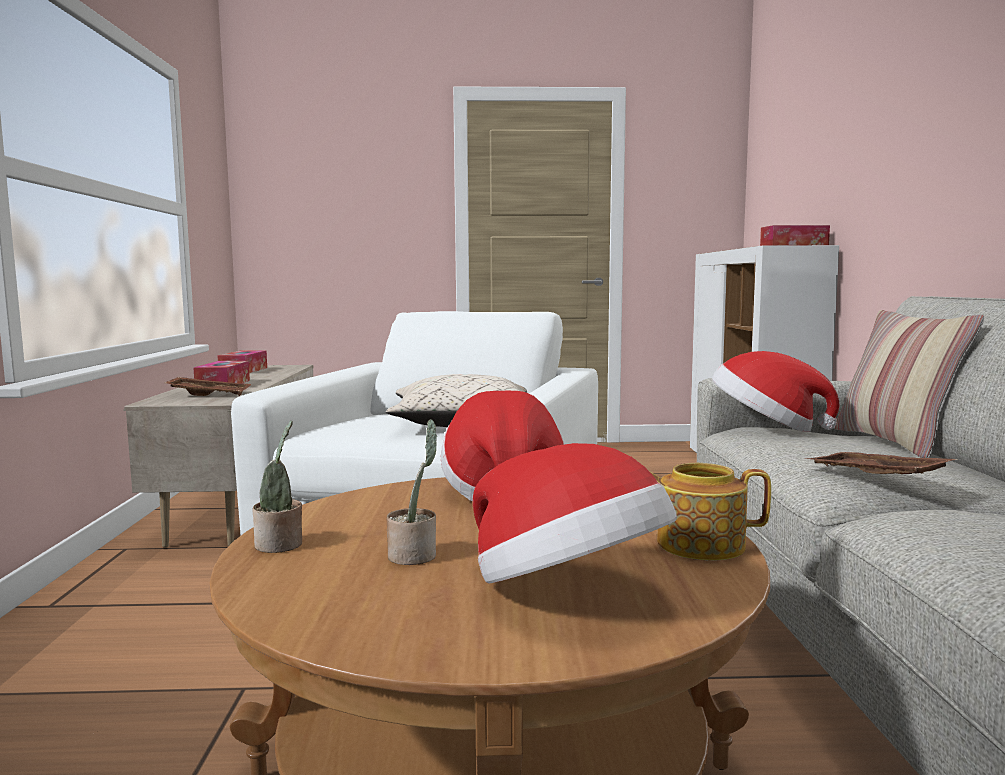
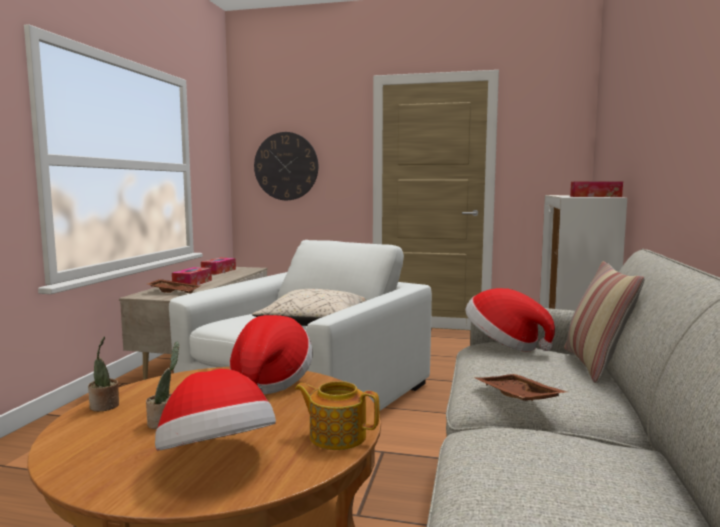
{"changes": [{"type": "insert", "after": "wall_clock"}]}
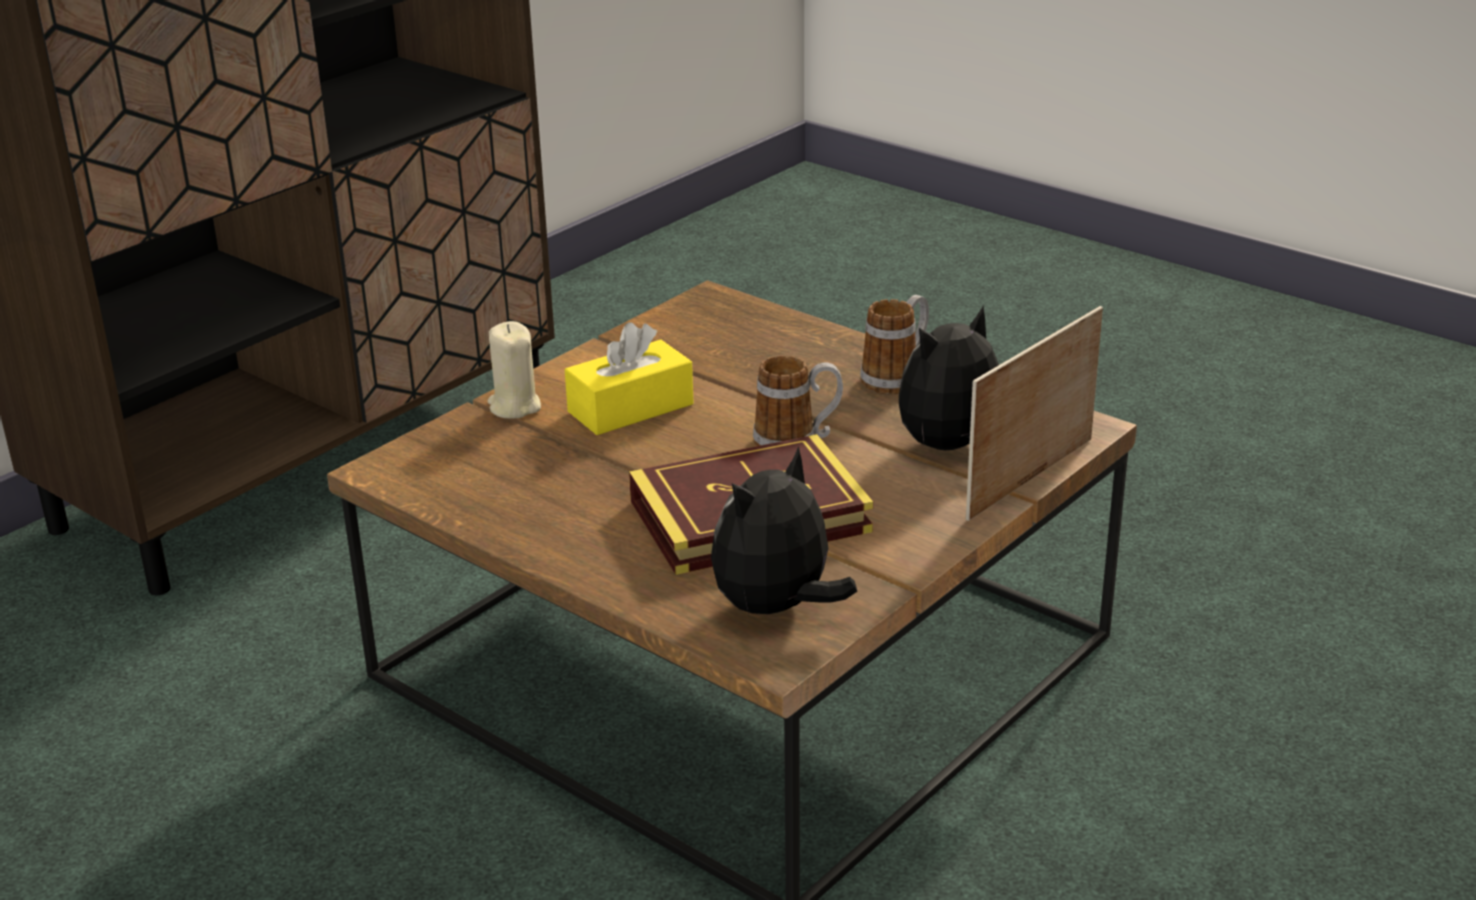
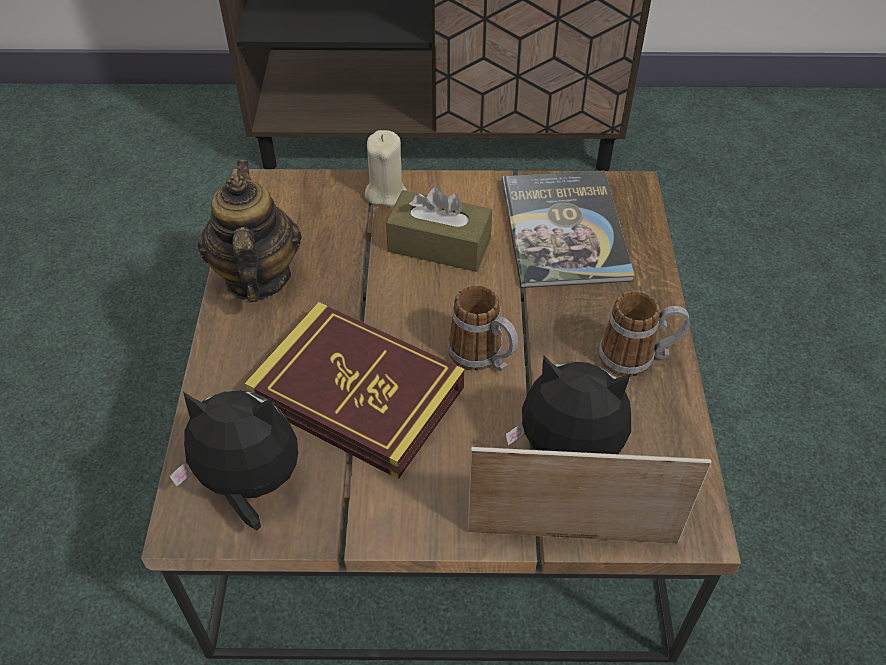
{"changes": [{"type": "recolor", "before": "yellow_tissue_box", "after": "brown_tissue_box"}, {"type": "insert", "after": "teapot"}, {"type": "insert", "after": "book (2nd from left)"}]}
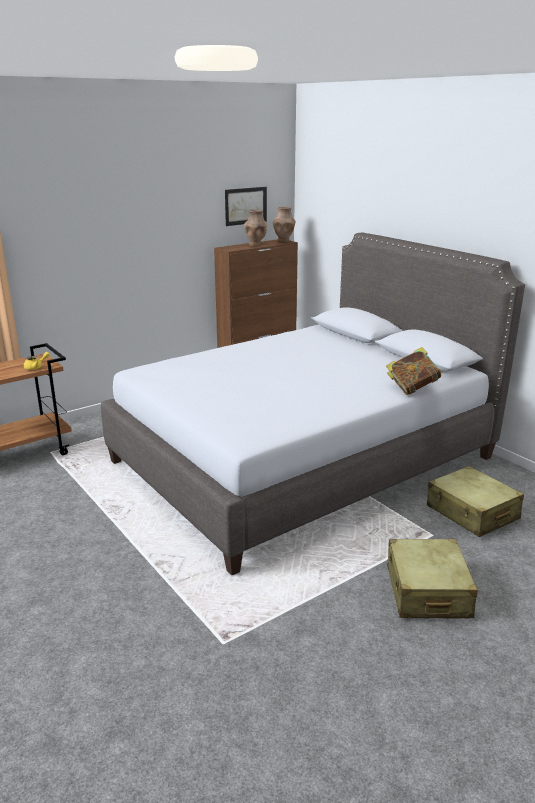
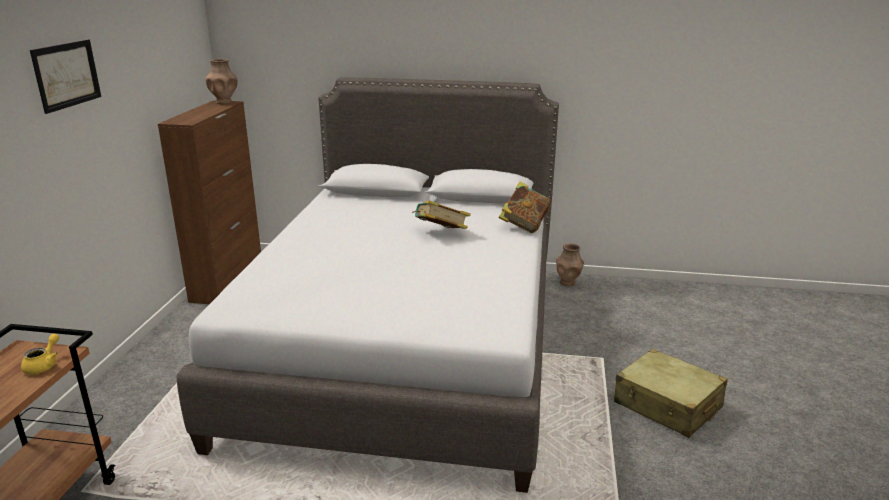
{"changes": [{"type": "move", "before": "picture"}, {"type": "move", "before": "brown_vase (1st from left in the first image)", "after": "brown_vase (2nd from left)"}, {"type": "delete", "before": "beige_suitcase (2nd from left)"}, {"type": "insert", "after": "book (1st from left)"}]}
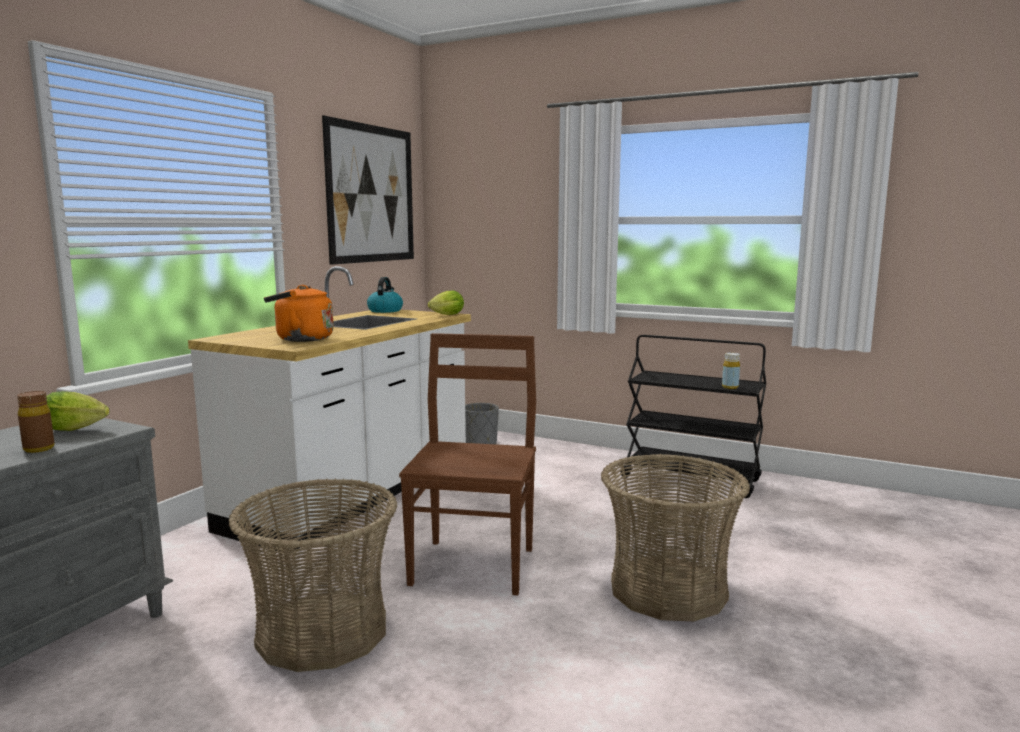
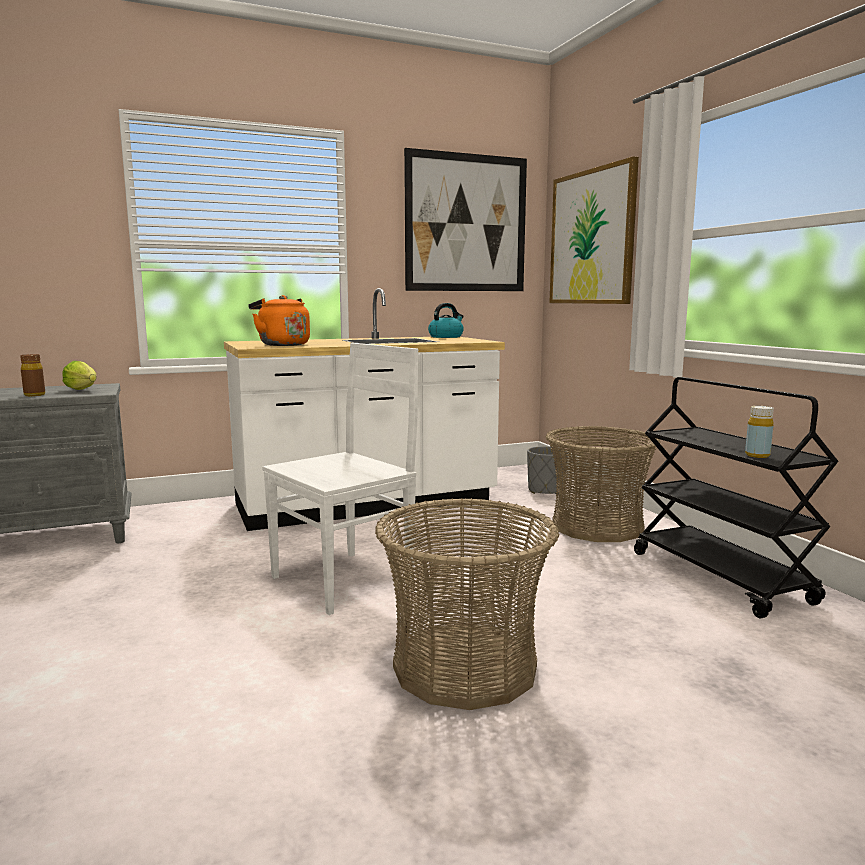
{"changes": [{"type": "delete", "before": "lettuce (2nd from left)"}, {"type": "recolor", "before": "brown_chair", "after": "white_chair"}, {"type": "move", "before": "basket (1st from left in the first image)", "after": "basket (2nd from left)"}, {"type": "insert", "after": "picture (2nd from left)"}]}
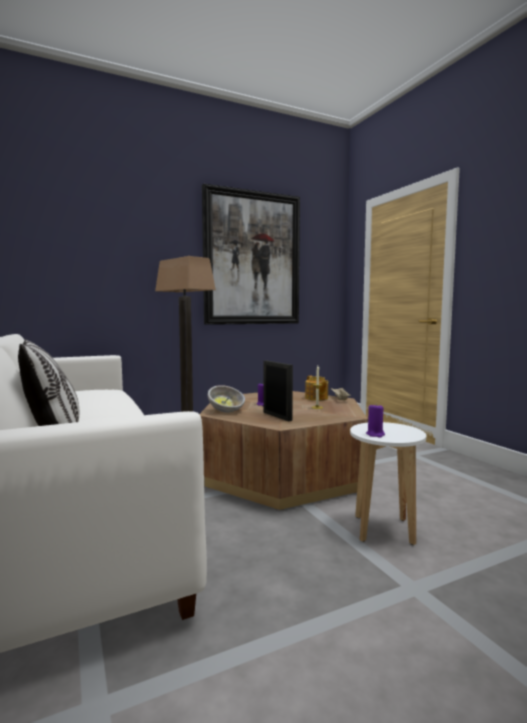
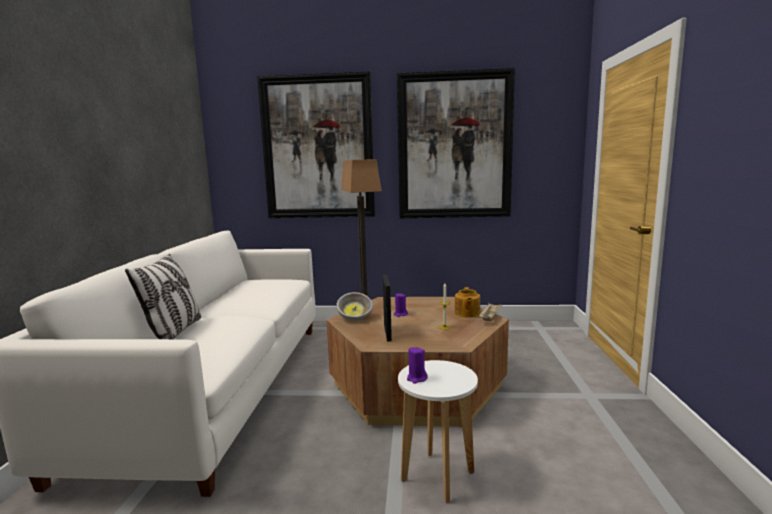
{"changes": [{"type": "insert", "after": "picture (1st from left)"}]}
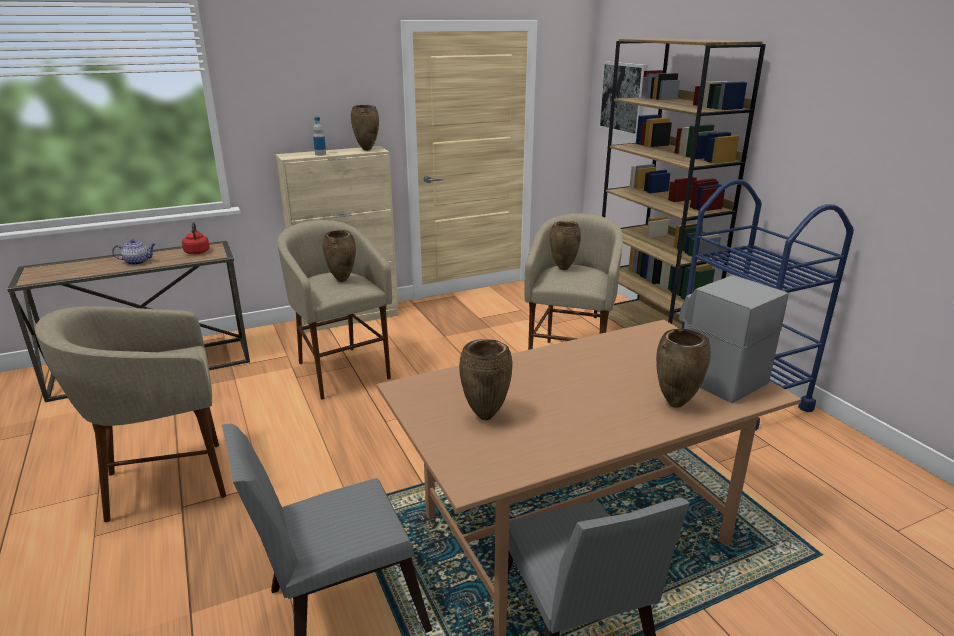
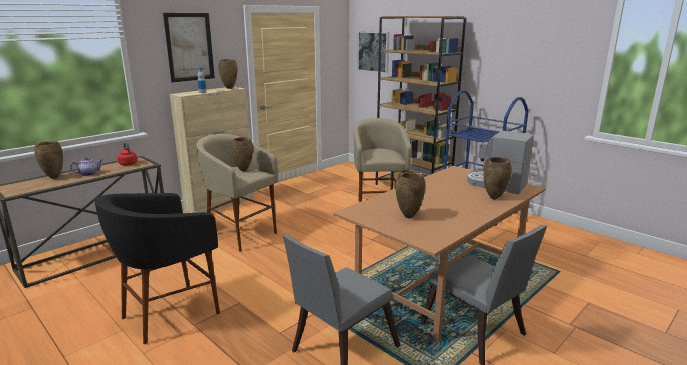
{"changes": [{"type": "move", "before": "brown_vase (4th from left in the first image)", "after": "brown_vase (1st from left)"}, {"type": "recolor", "before": "beige_stool (1st from left)", "after": "black_stool"}, {"type": "insert", "after": "picture (1st from left)"}]}
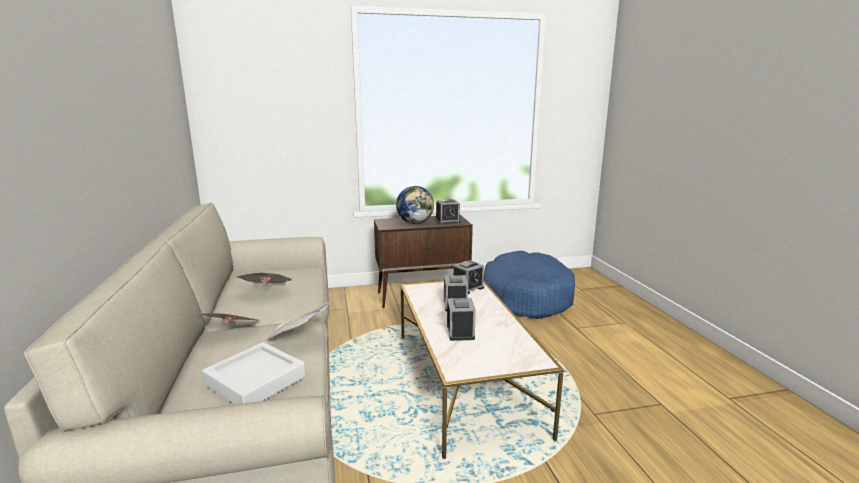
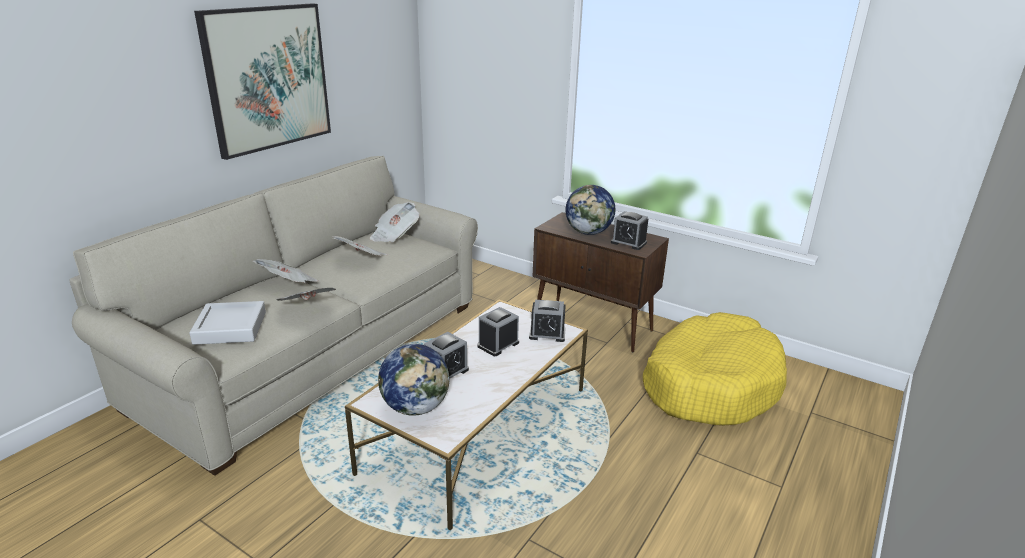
{"changes": [{"type": "recolor", "before": "blue_dog_bed", "after": "yellow_dog_bed"}, {"type": "insert", "after": "picture"}, {"type": "insert", "after": "newspaper (4th from left)"}, {"type": "insert", "after": "globe (1st from left)"}]}
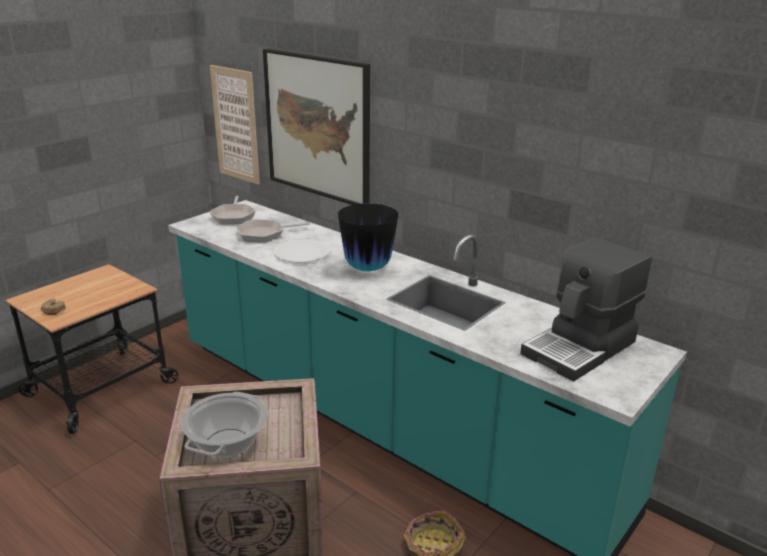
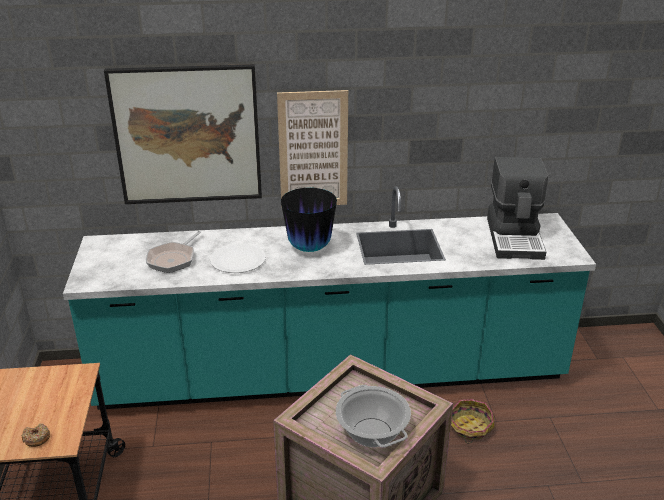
{"changes": [{"type": "move", "before": "picture (1st from left in the first image)", "after": "picture (2nd from left)"}, {"type": "delete", "before": "frying_pan (1st from left)"}]}
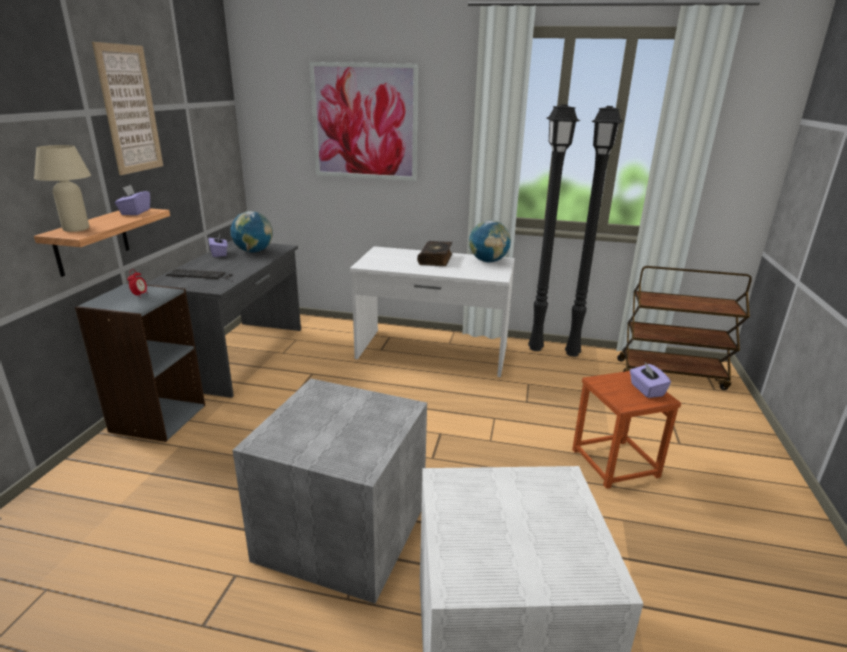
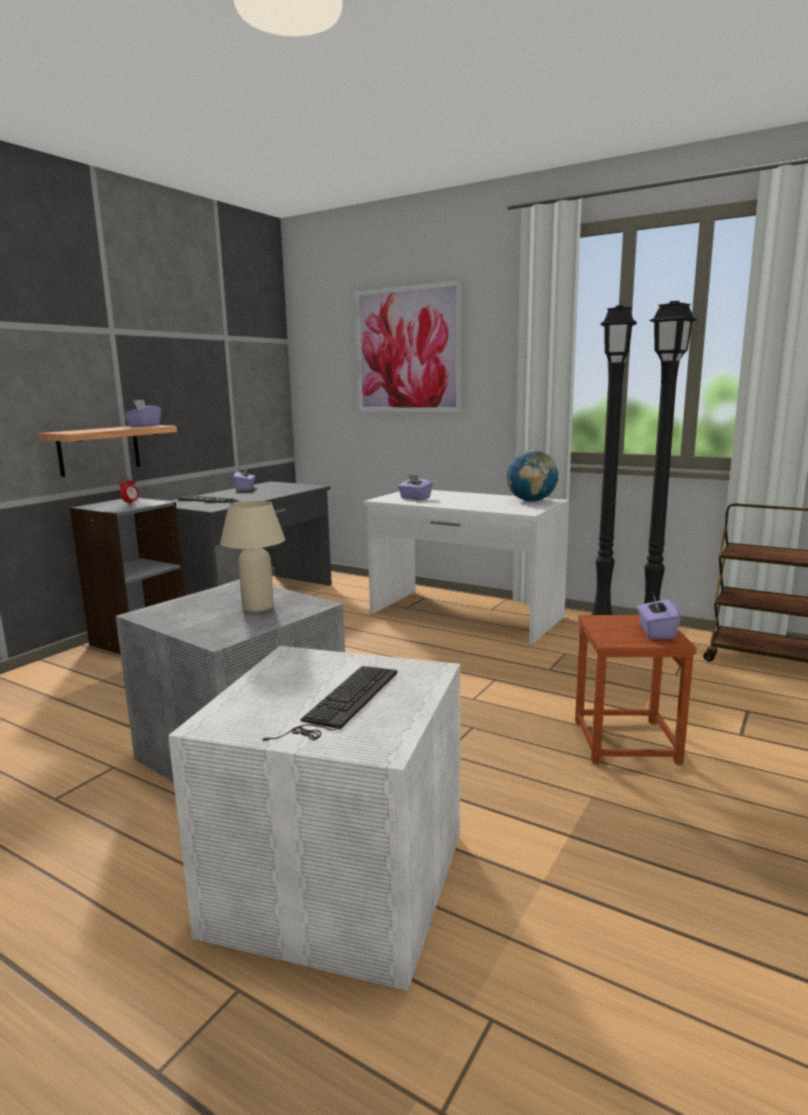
{"changes": [{"type": "delete", "before": "picture (1st from left)"}, {"type": "move", "before": "beige_table_lamp"}, {"type": "delete", "before": "globe (1st from left)"}, {"type": "delete", "before": "book"}, {"type": "insert", "after": "purple_tissue_box (3rd from left)"}, {"type": "insert", "after": "keyboard (2nd from left)"}]}
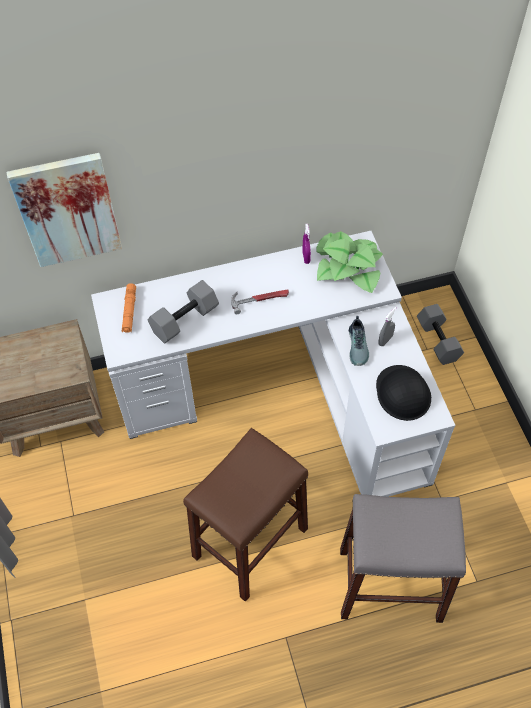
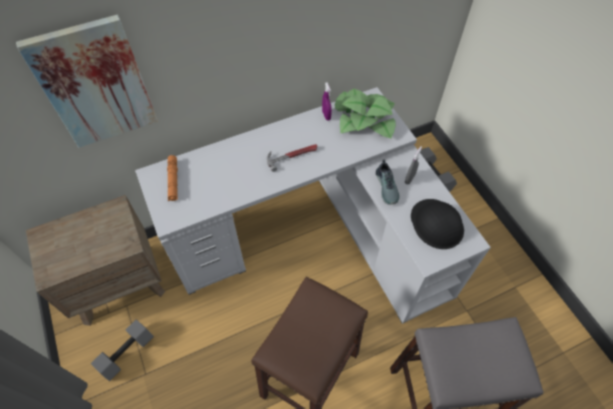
{"changes": [{"type": "move", "before": "grey_dumbbell (1st from left)"}]}
